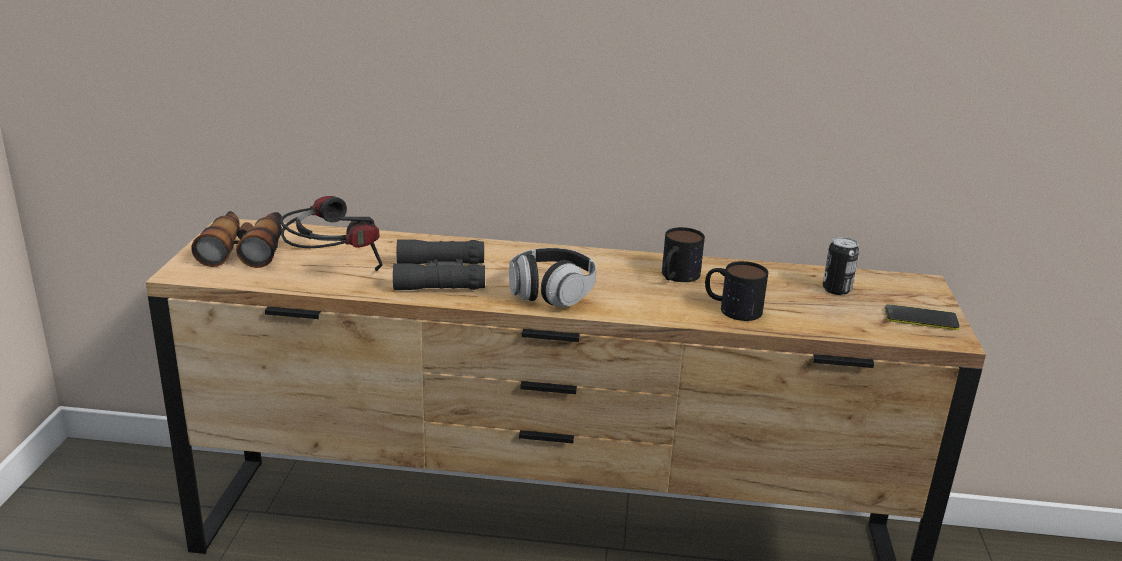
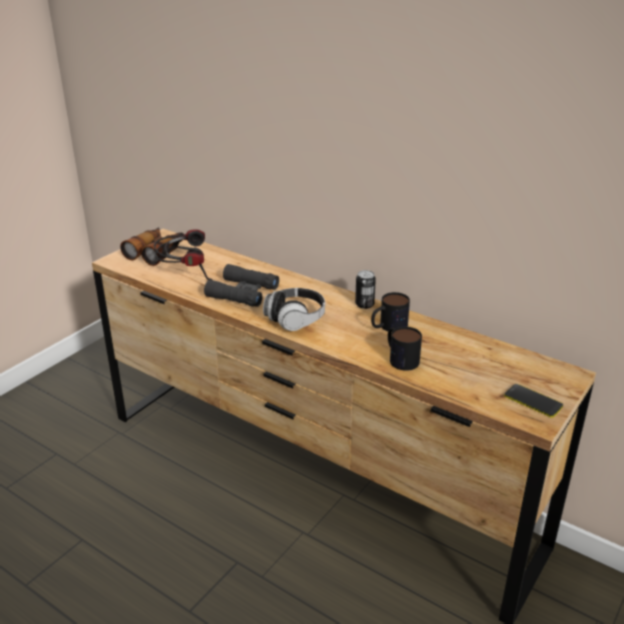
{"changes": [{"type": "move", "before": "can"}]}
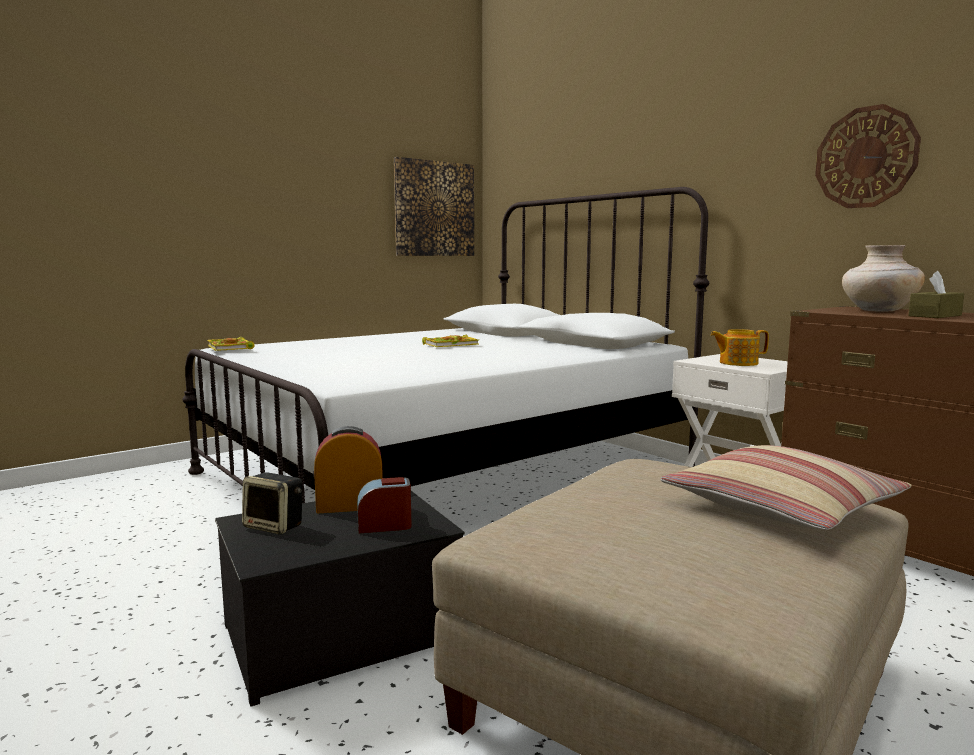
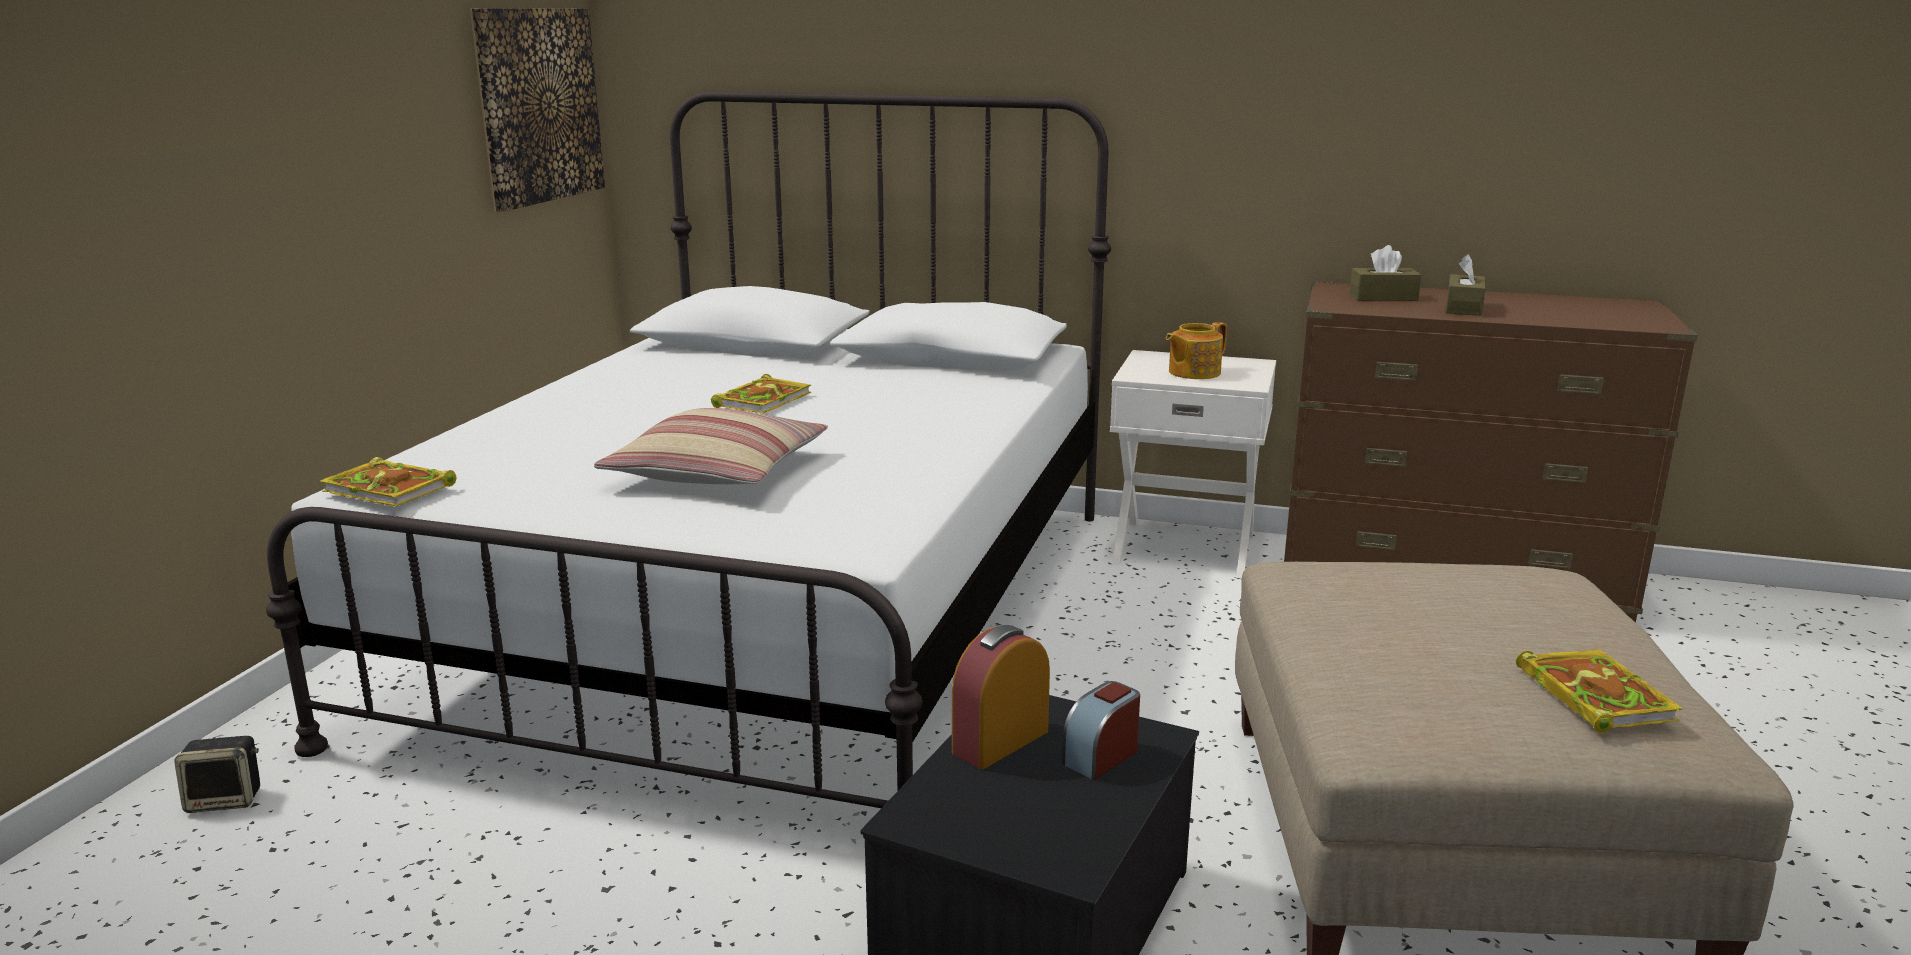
{"changes": [{"type": "delete", "before": "wall_clock"}, {"type": "replace", "before": "beige_vase", "after": "brown_tissue_box (1st from left)"}, {"type": "move", "before": "pillow"}, {"type": "move", "before": "speaker"}, {"type": "insert", "after": "book (3rd from left)"}]}
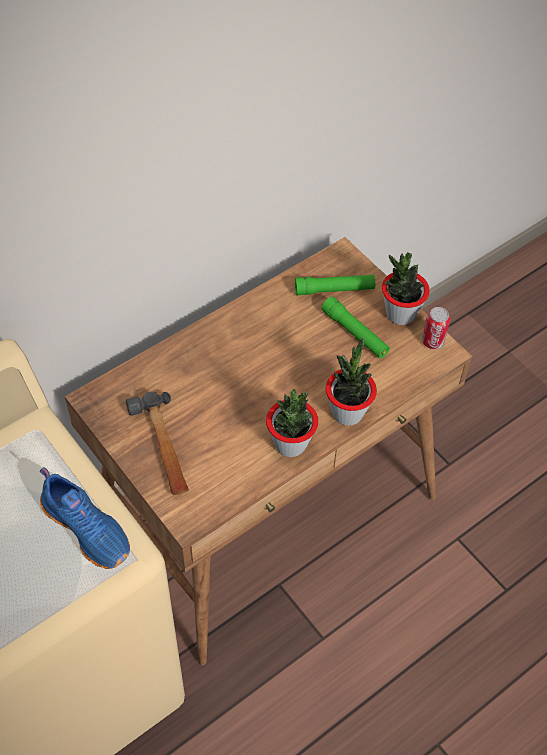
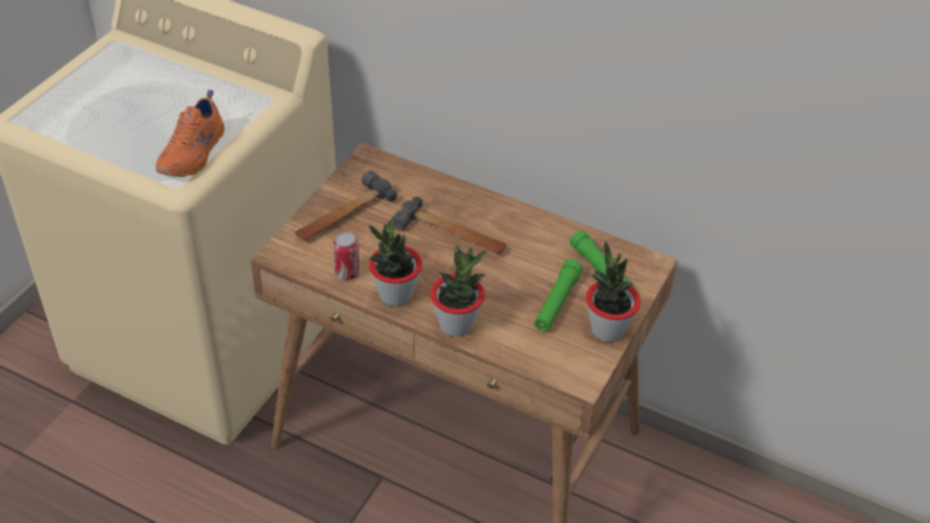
{"changes": [{"type": "move", "before": "can"}, {"type": "recolor", "before": "blue_shoe", "after": "orange_shoe"}, {"type": "insert", "after": "hammer (2nd from left)"}]}
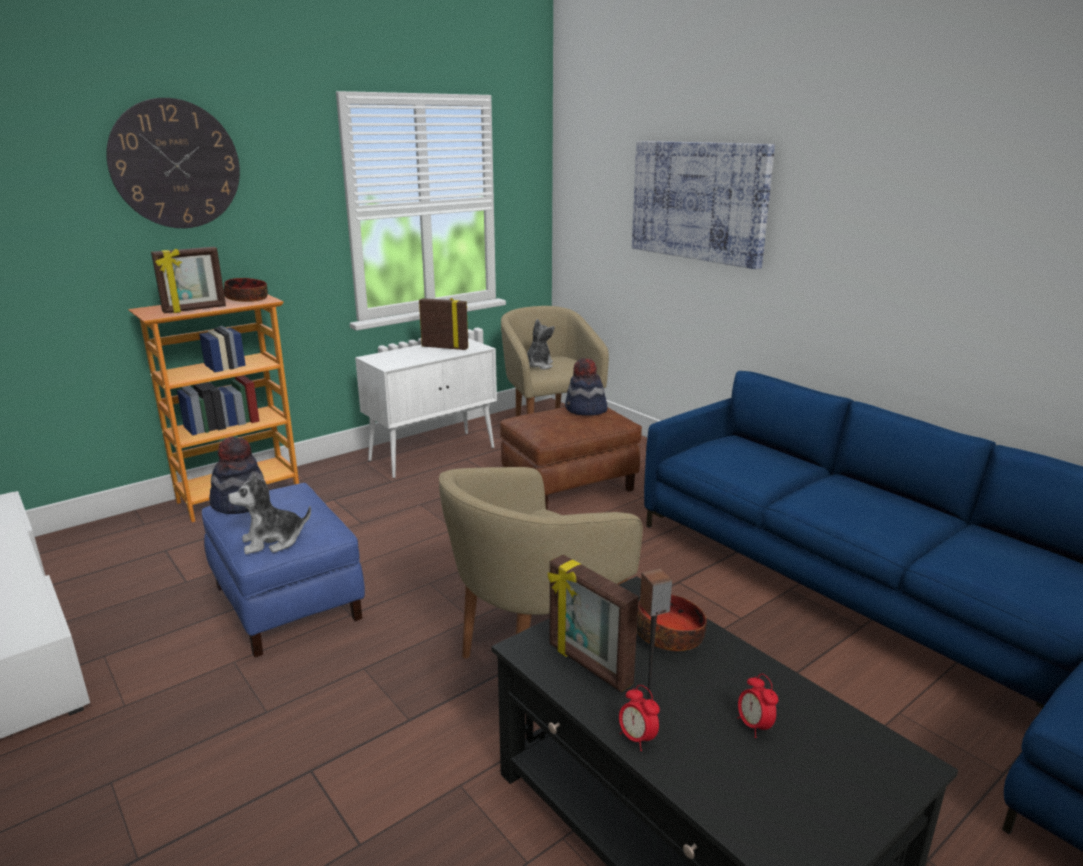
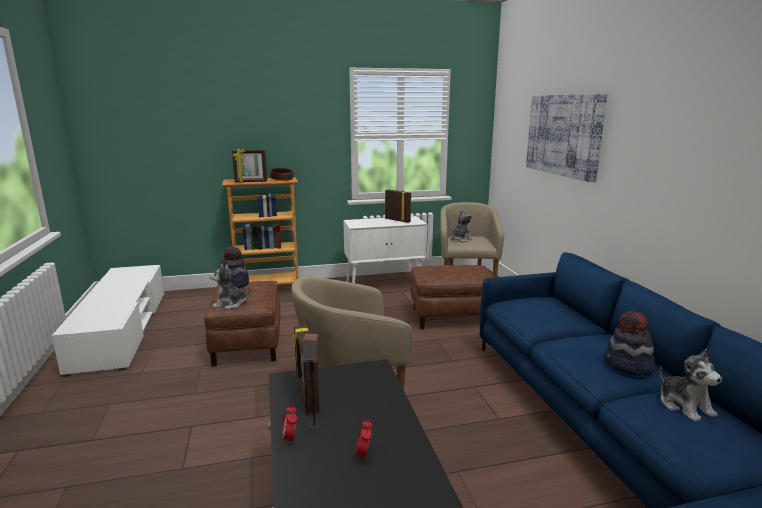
{"changes": [{"type": "delete", "before": "wall_clock"}, {"type": "move", "before": "hat (2nd from left)"}, {"type": "recolor", "before": "blue_ottoman", "after": "brown_ottoman (1st from left)"}, {"type": "delete", "before": "bowl (2nd from left)"}, {"type": "insert", "after": "plush_toy (3rd from left)"}]}
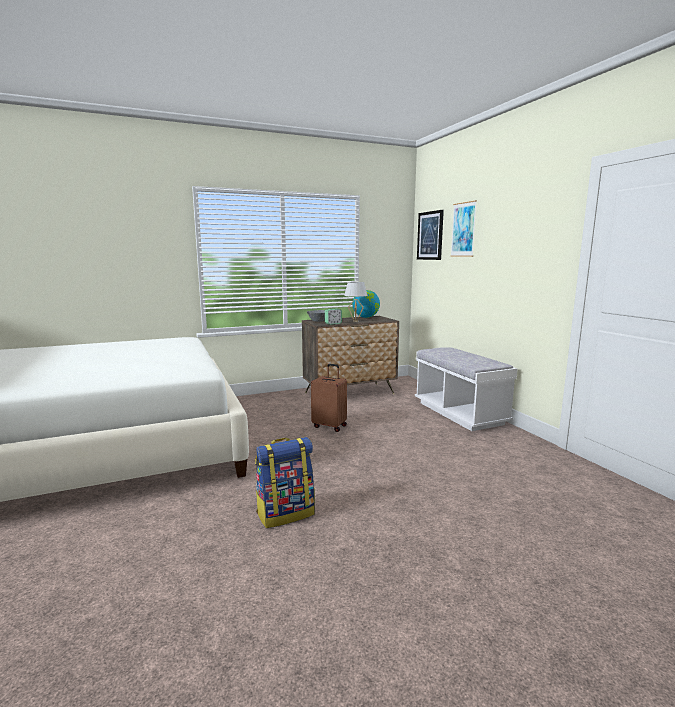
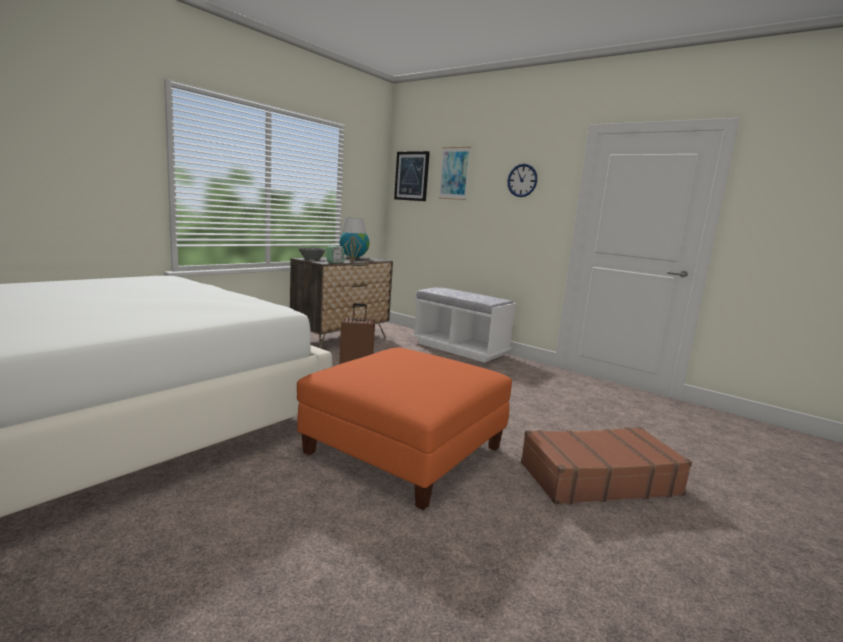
{"changes": [{"type": "replace", "before": "backpack", "after": "orange_ottoman"}, {"type": "insert", "after": "wall_clock"}, {"type": "insert", "after": "brown_suitcase (2nd from left)"}]}
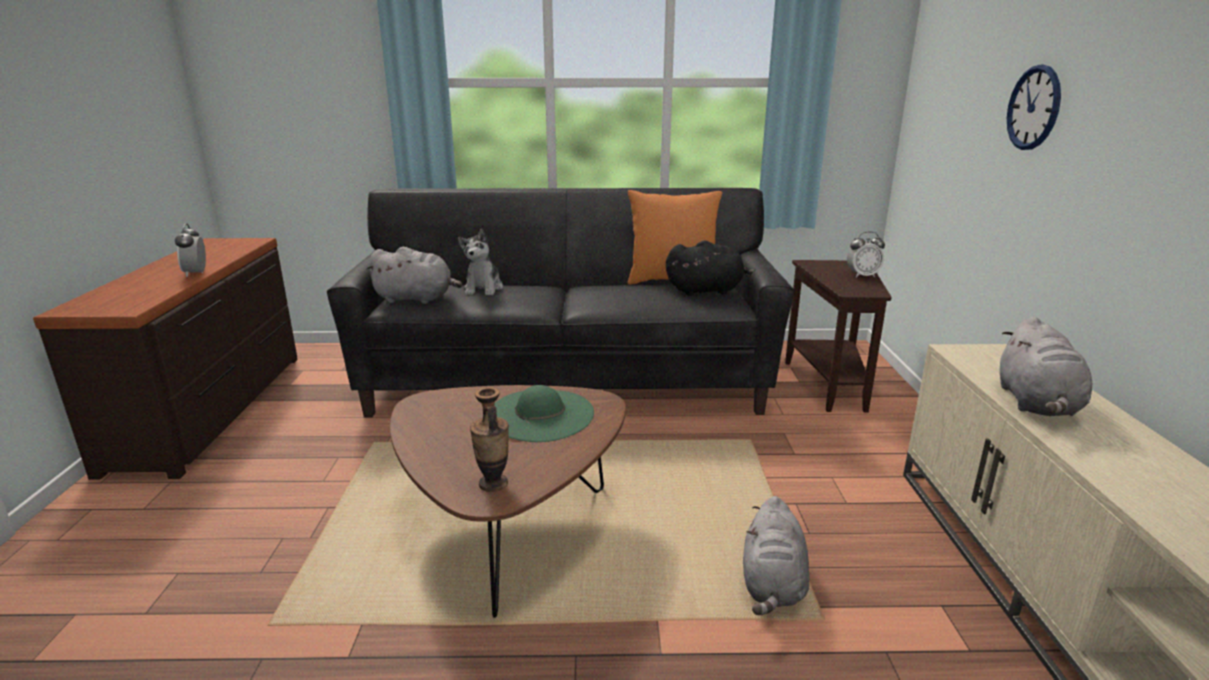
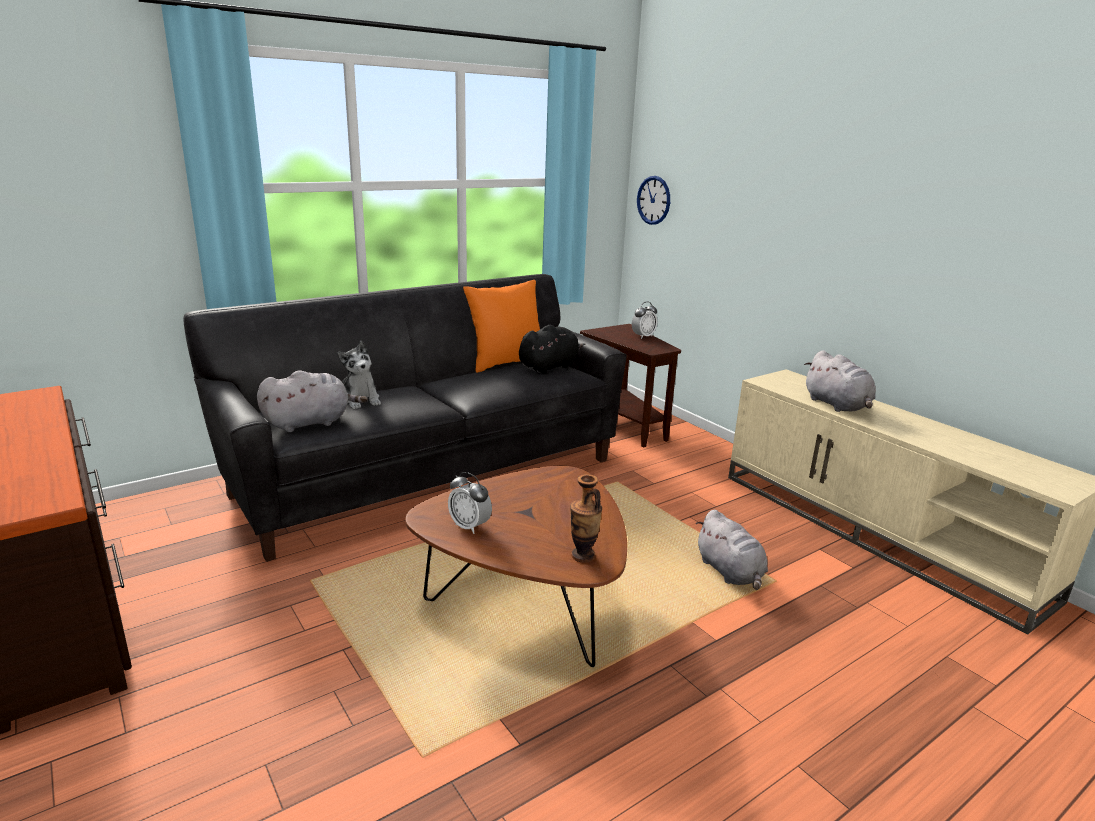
{"changes": [{"type": "move", "before": "wall_clock"}, {"type": "move", "before": "alarm_clock (1st from left)"}, {"type": "delete", "before": "green_hat"}]}
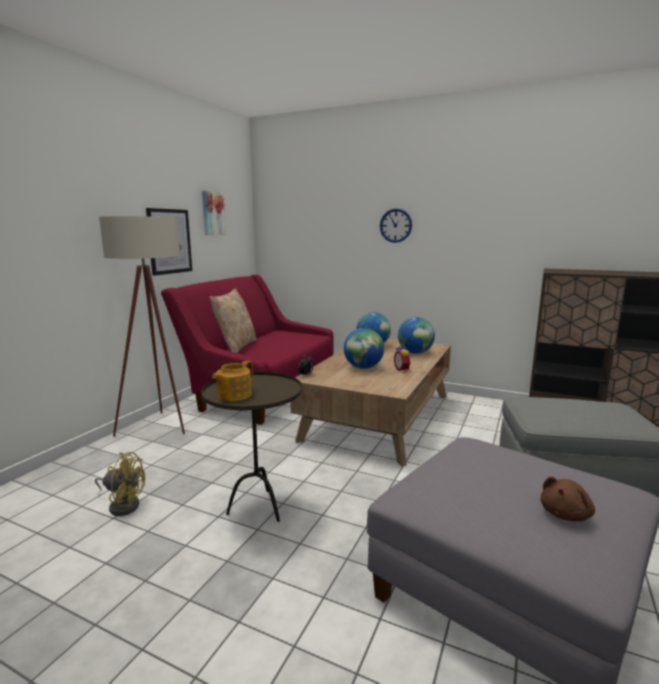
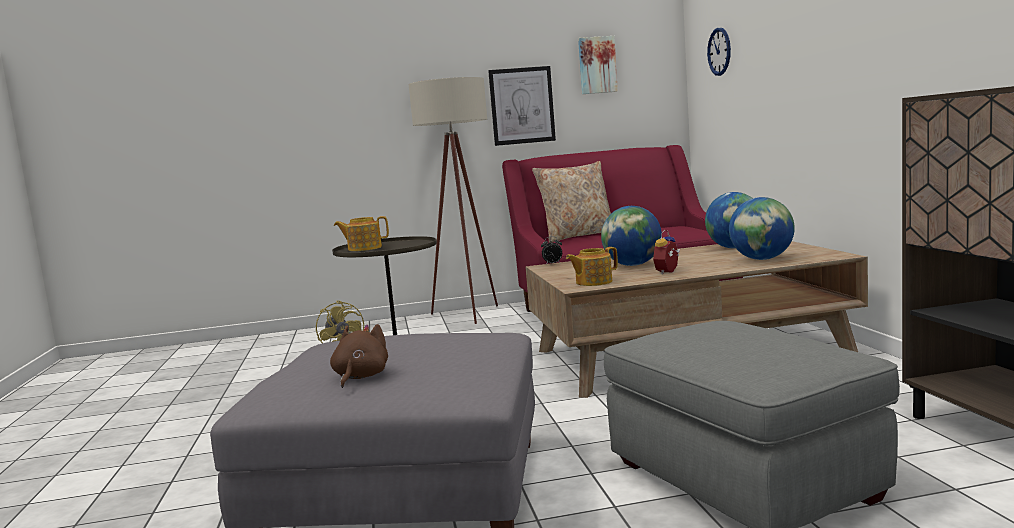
{"changes": [{"type": "move", "before": "wall_clock"}, {"type": "rotate", "before": "brown_plush_toy", "turn": 90}, {"type": "insert", "after": "teapot (2nd from left)"}]}
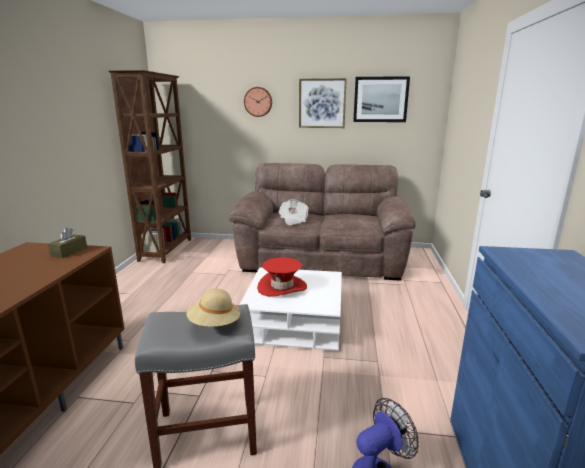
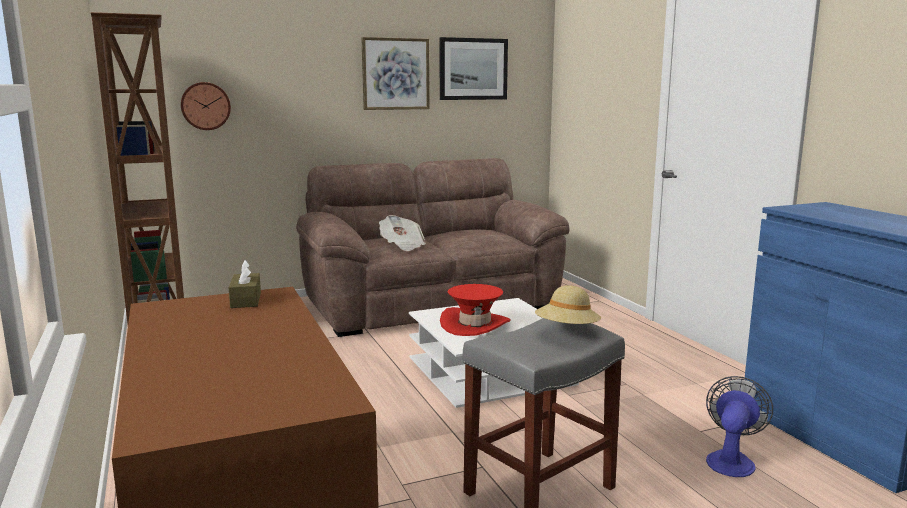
{"changes": [{"type": "move", "before": "wall_clock"}]}
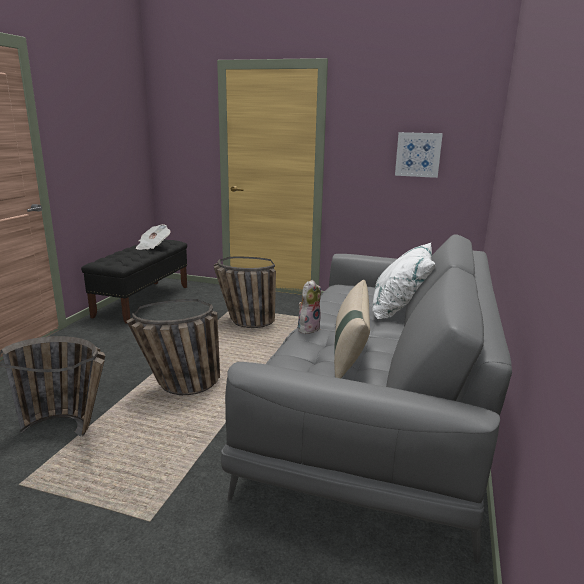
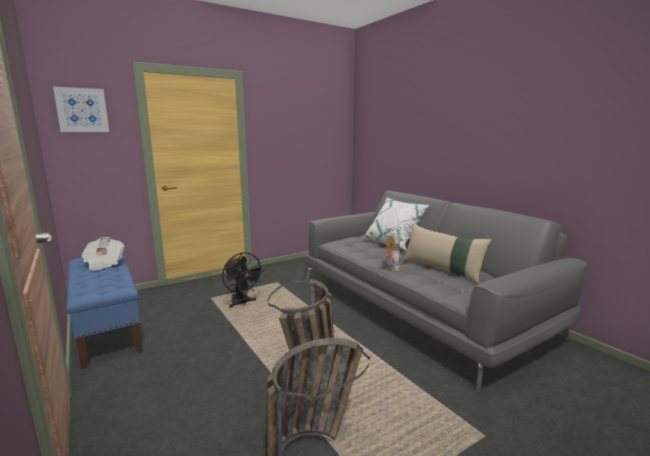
{"changes": [{"type": "move", "before": "picture"}, {"type": "recolor", "before": "black_bench", "after": "blue_bench"}, {"type": "replace", "before": "basket (3rd from left)", "after": "black_fan"}]}
